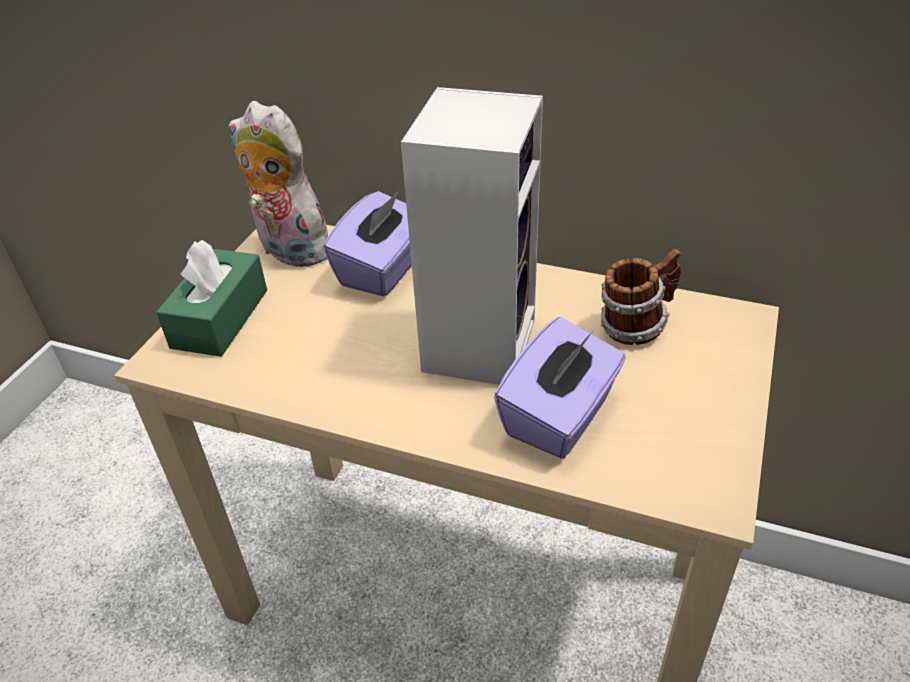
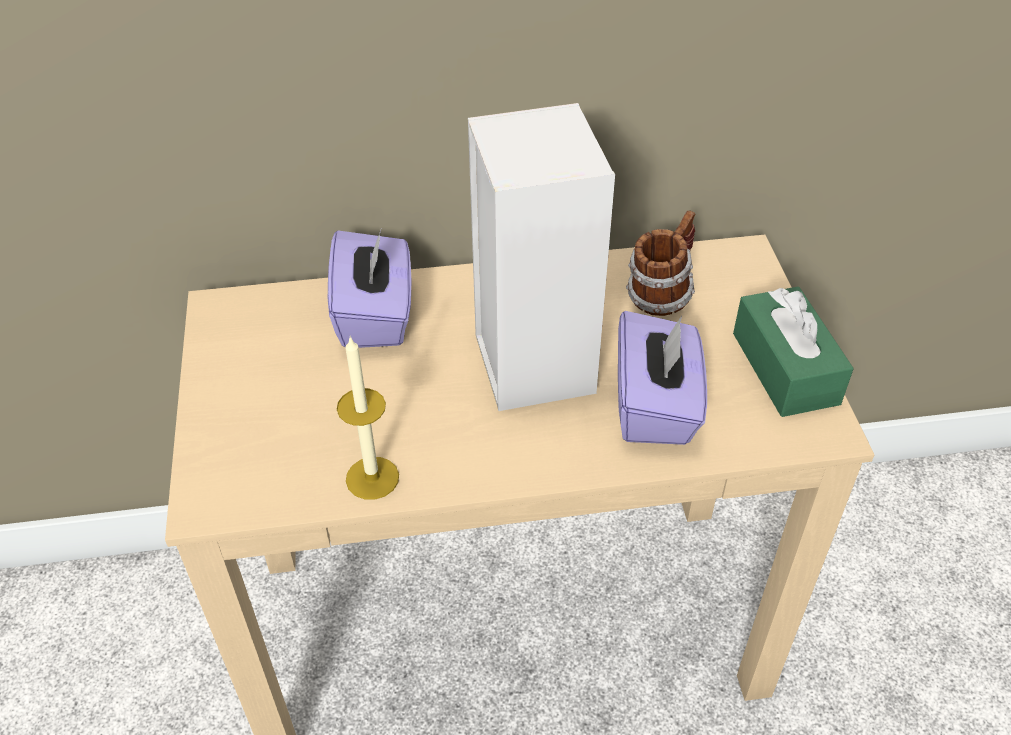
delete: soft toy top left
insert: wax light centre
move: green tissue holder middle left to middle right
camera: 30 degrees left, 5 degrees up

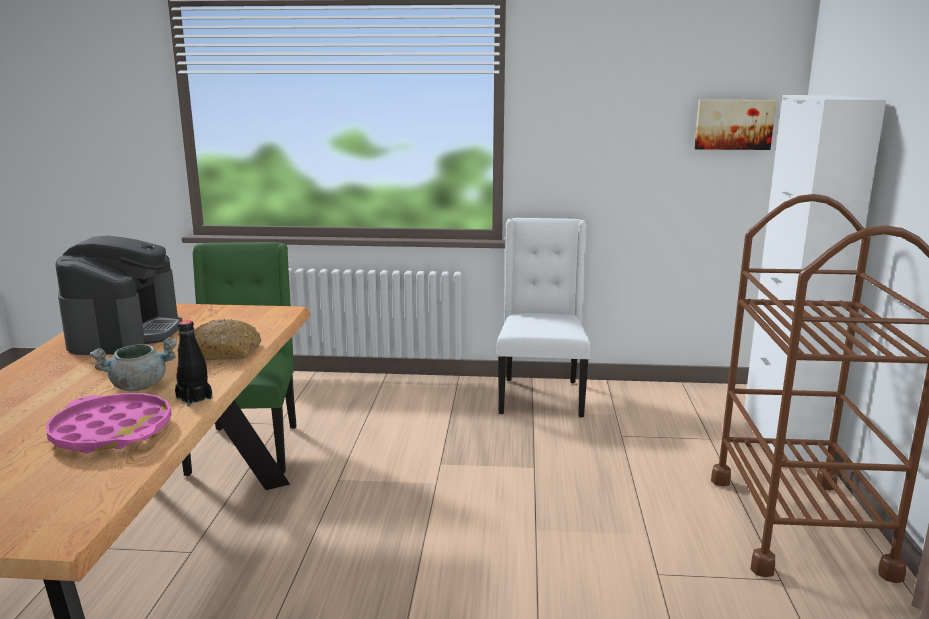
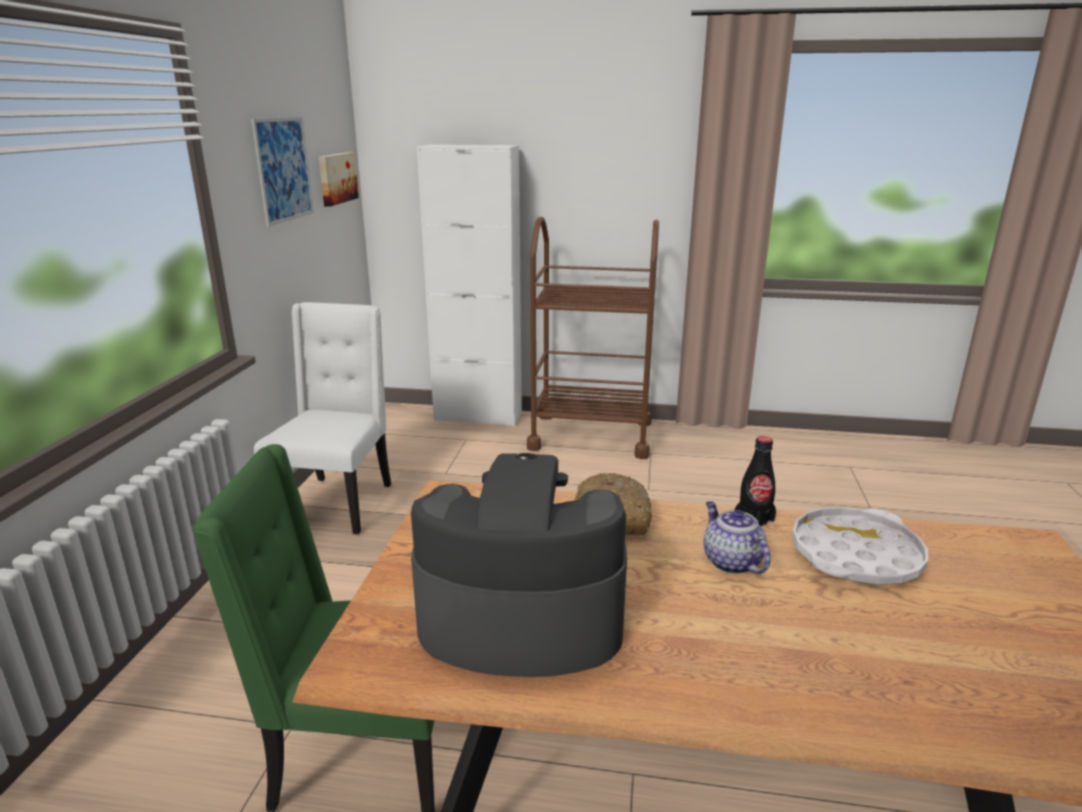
insert: wall picture (1st from left) top left
replace: grey saucepot middle left to pot for tea middle right
recolor: pink carrying tray bottom left to white-coloured carrying tray bottom right
rotate: white-coloured chair centre = middle left 90 degrees clockwise
camera: 85 degrees left, 5 degrees up

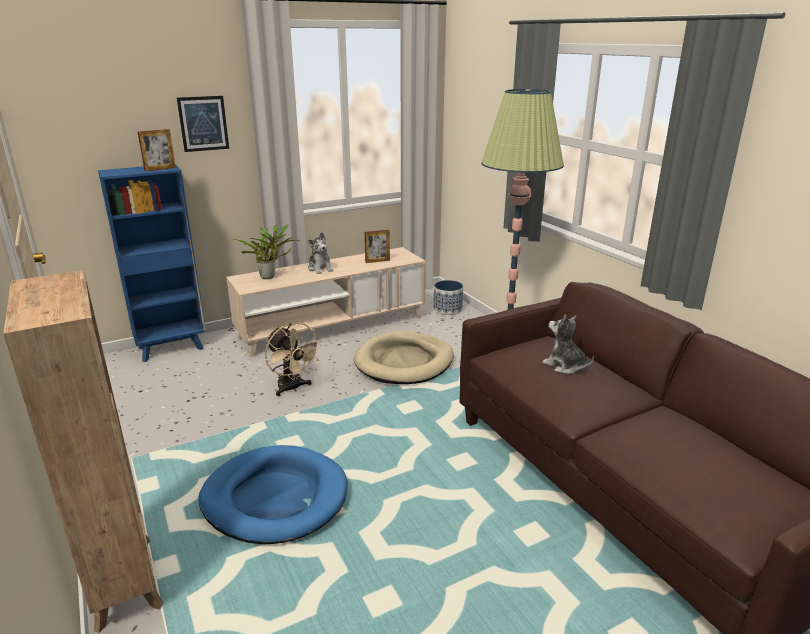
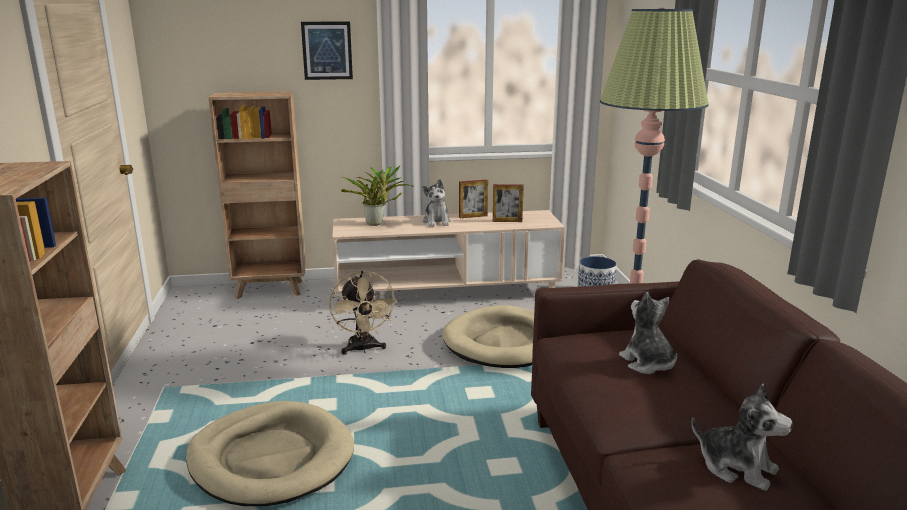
insert: soft toy (3rd from left) bottom right
move: standing frame (1st from left) top left to centre
recolor: bluish bookshelf middle left to brownish bookshelf (2nd from left) middle left; bluish dog bed bottom centre to beige dog bed (1st from left) bottom left
camera: 20 degrees right, 5 degrees down

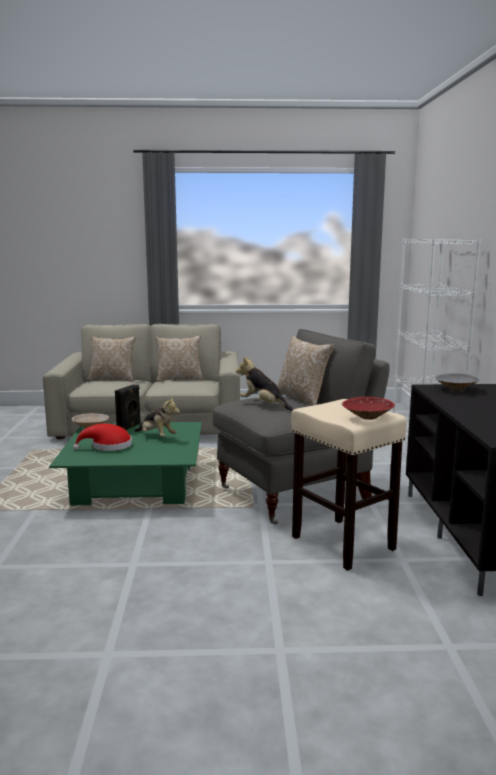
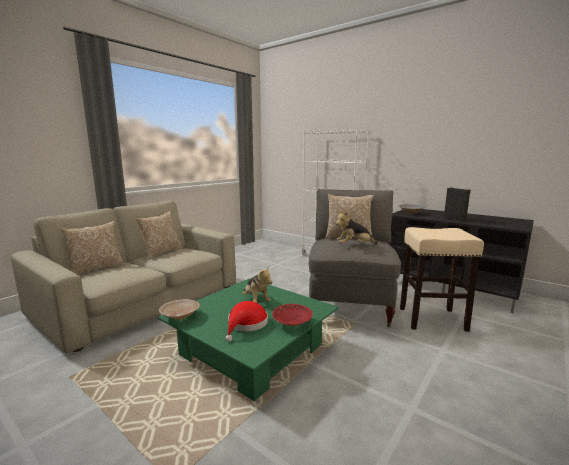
move: black speaker middle left to middle right; red-coloured deep dish middle right to bottom centre
rotate: soft toy (1st from left) middle left = centre 75 degrees clockwise
camera: 50 degrees left, 0 degrees up

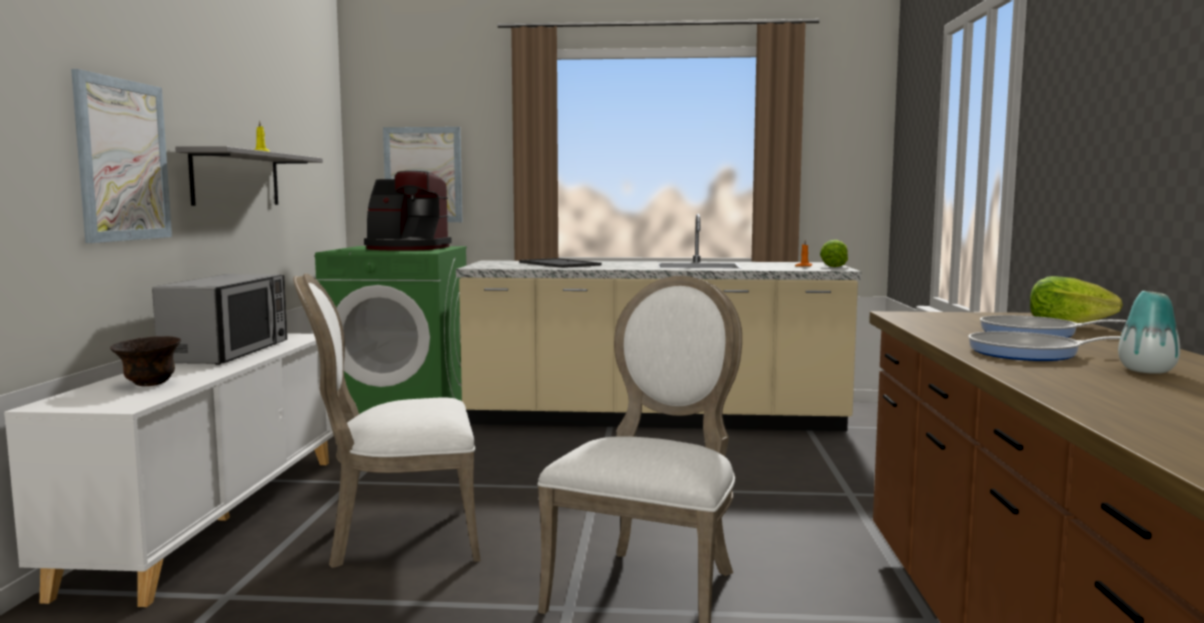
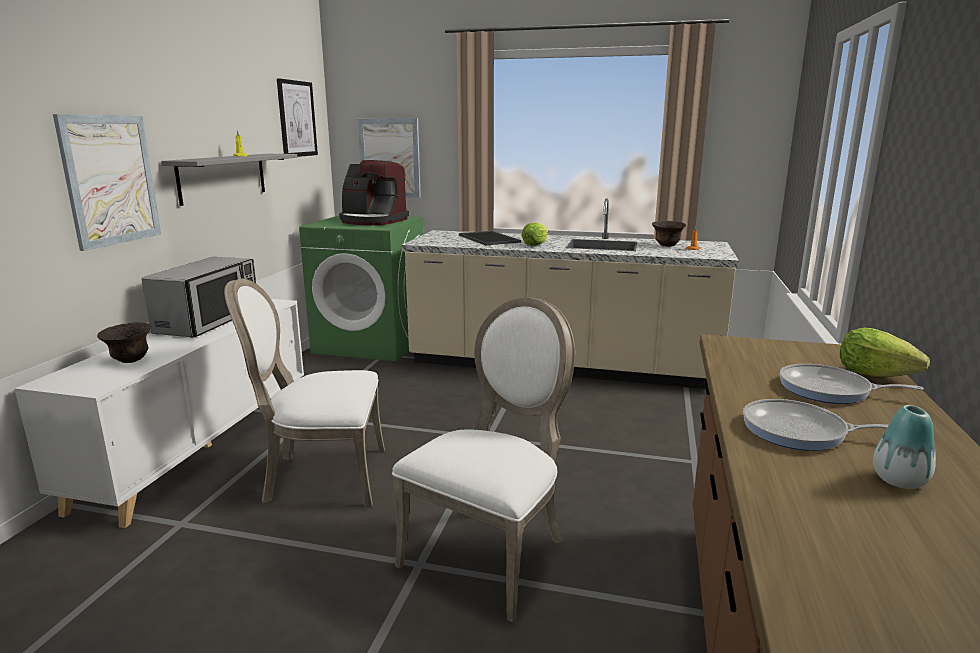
insert: wall picture (2nd from left) top left; brownish deep dish (2nd from left) middle right
move: lettuce (1st from left) middle right to centre
camera: 10 degrees right, 10 degrees up

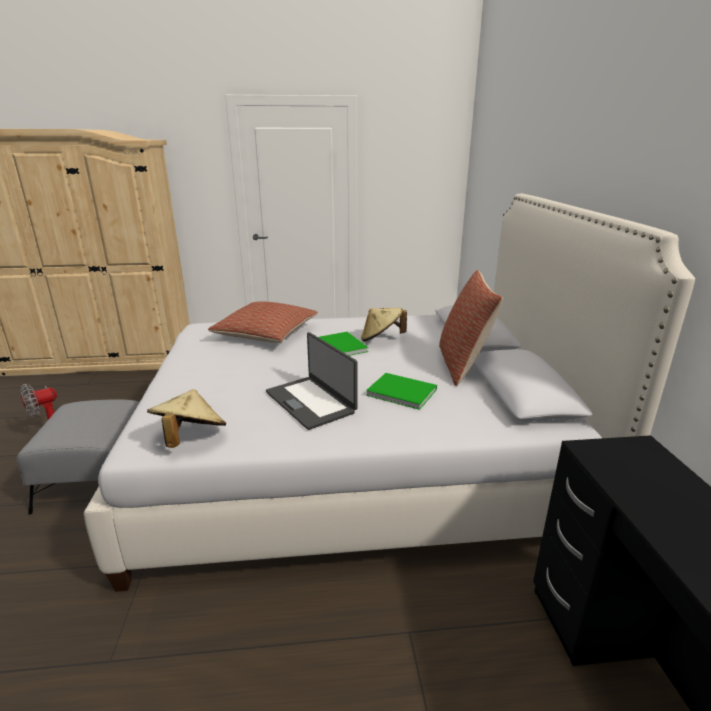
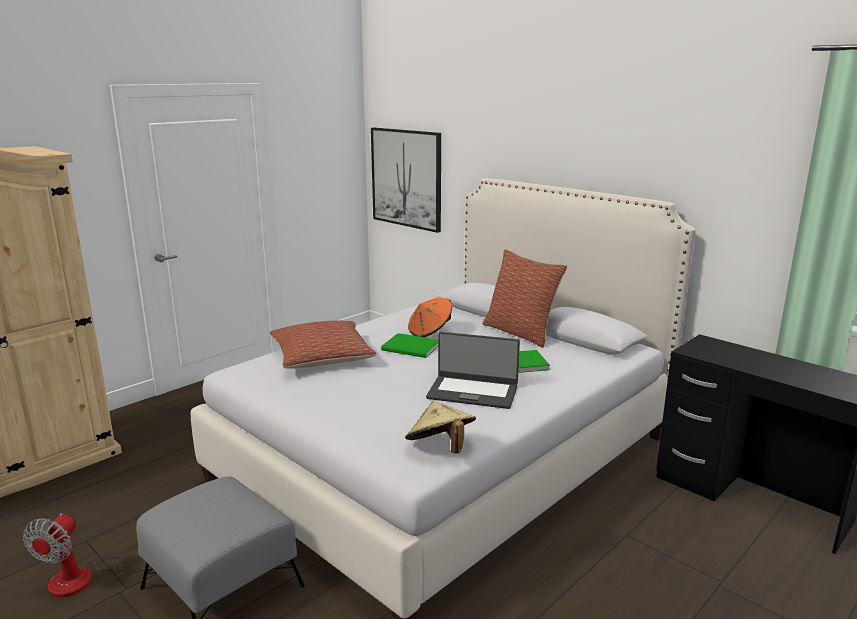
insert: wall picture top centre
recolor: beige wearable hat (2nd from left) centre to orange wearable hat centre
camera: 40 degrees left, 5 degrees down

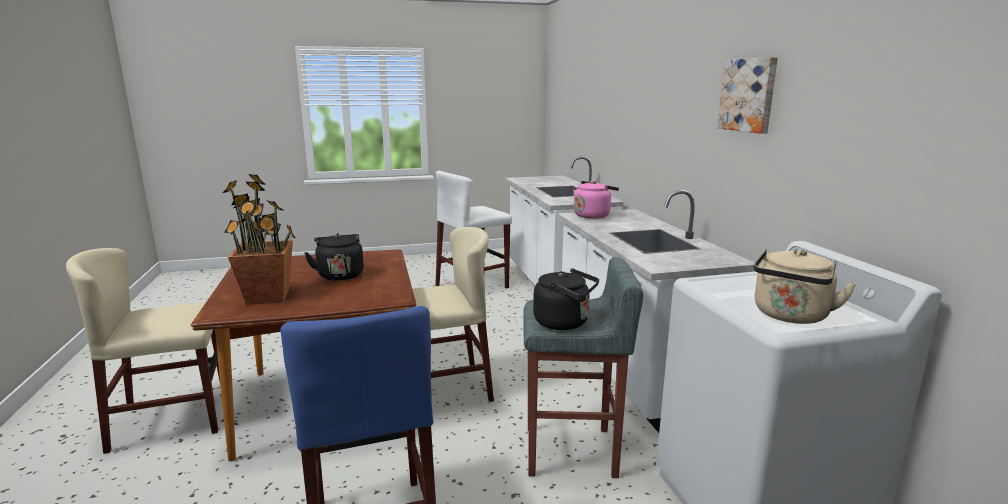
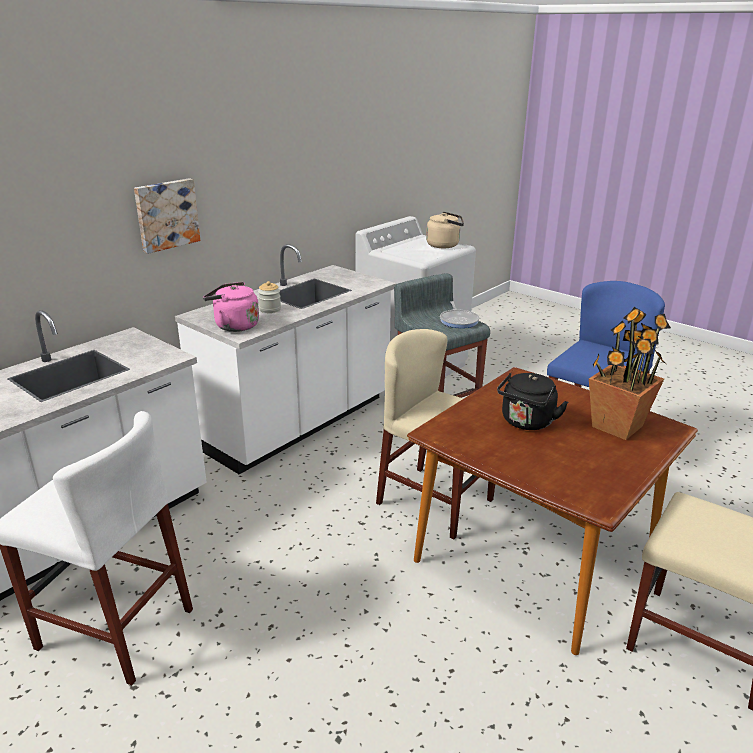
insert: storage jar centre
move: wall picture top right to top left
replace: black water kettle (2nd from left) centre to frying pan centre
camera: 125 degrees left, 10 degrees up

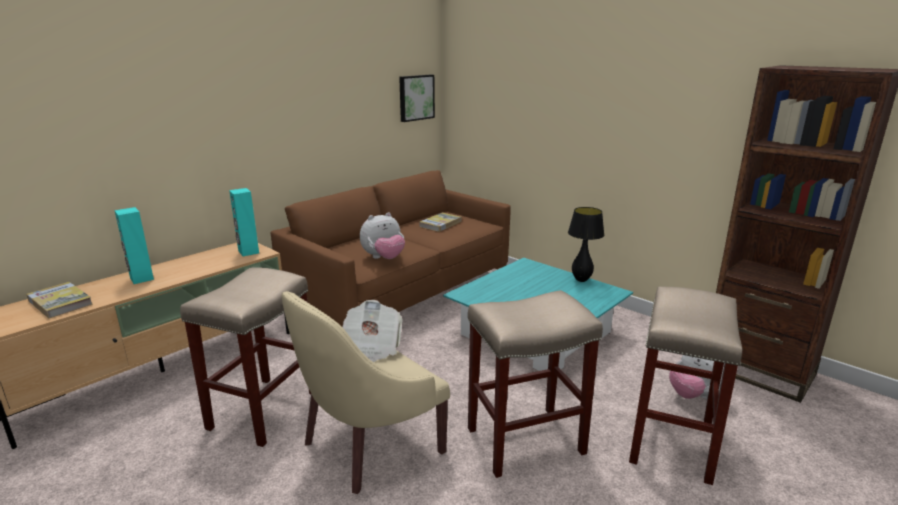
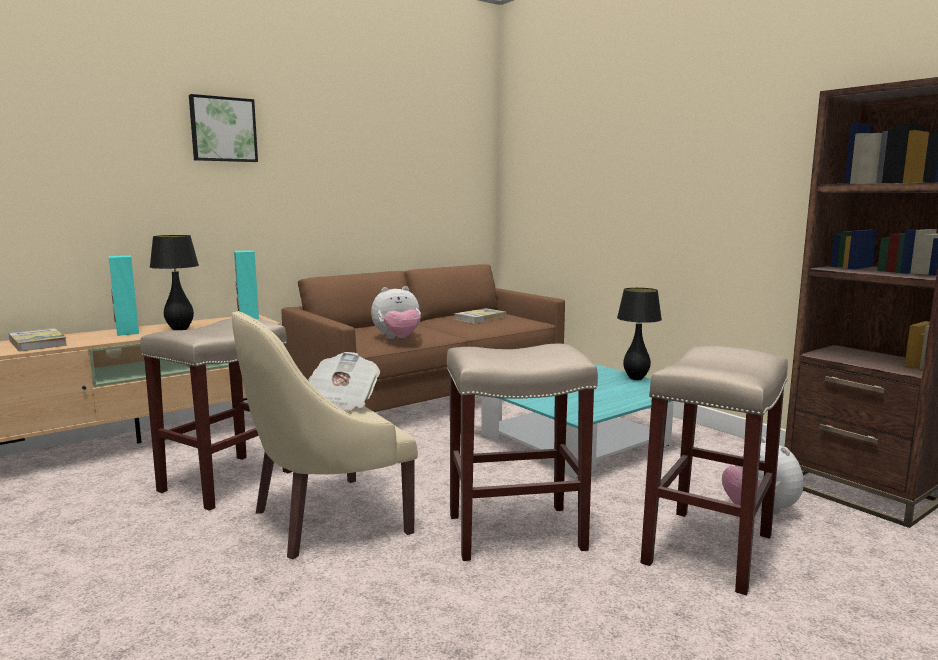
insert: black table lamp (1st from left) middle left
move: wall picture top centre to top left
camera: 10 degrees right, 10 degrees down

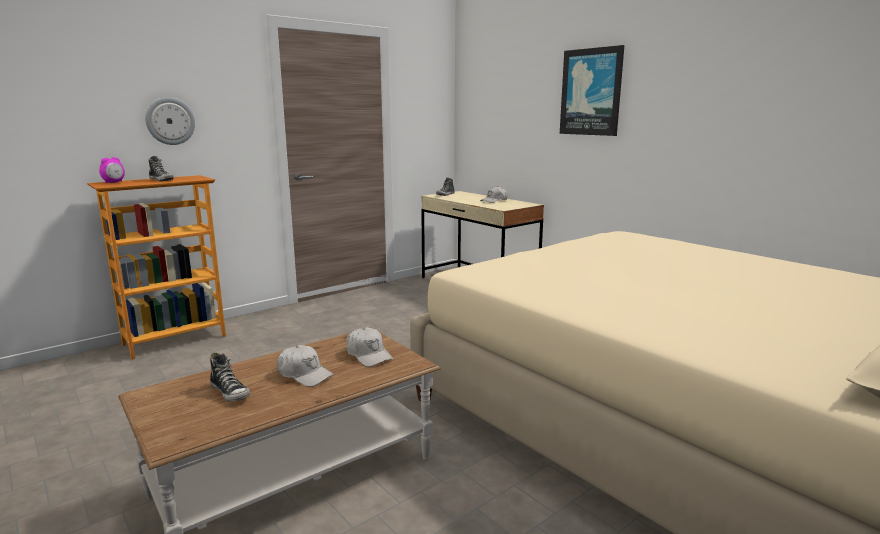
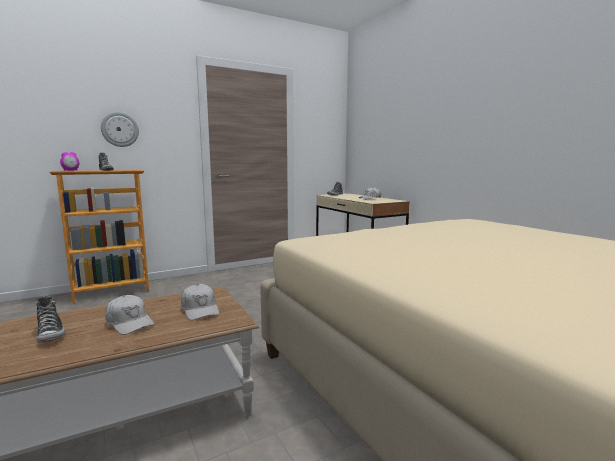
delete: wall picture top right
camera: 10 degrees right, 5 degrees down

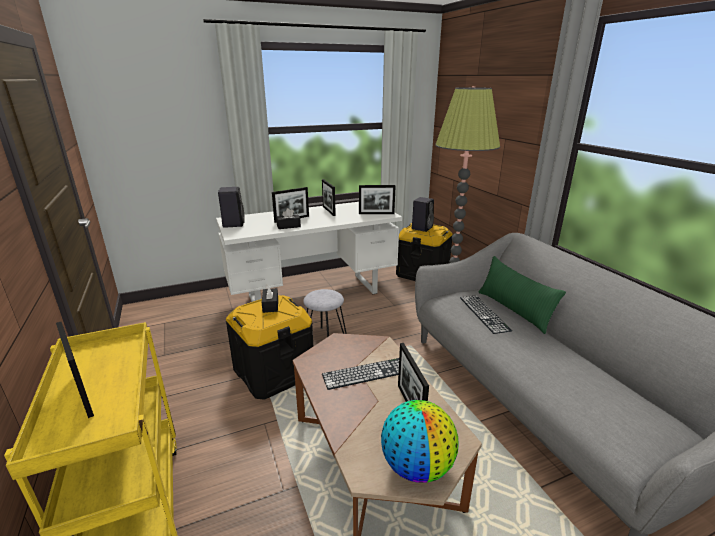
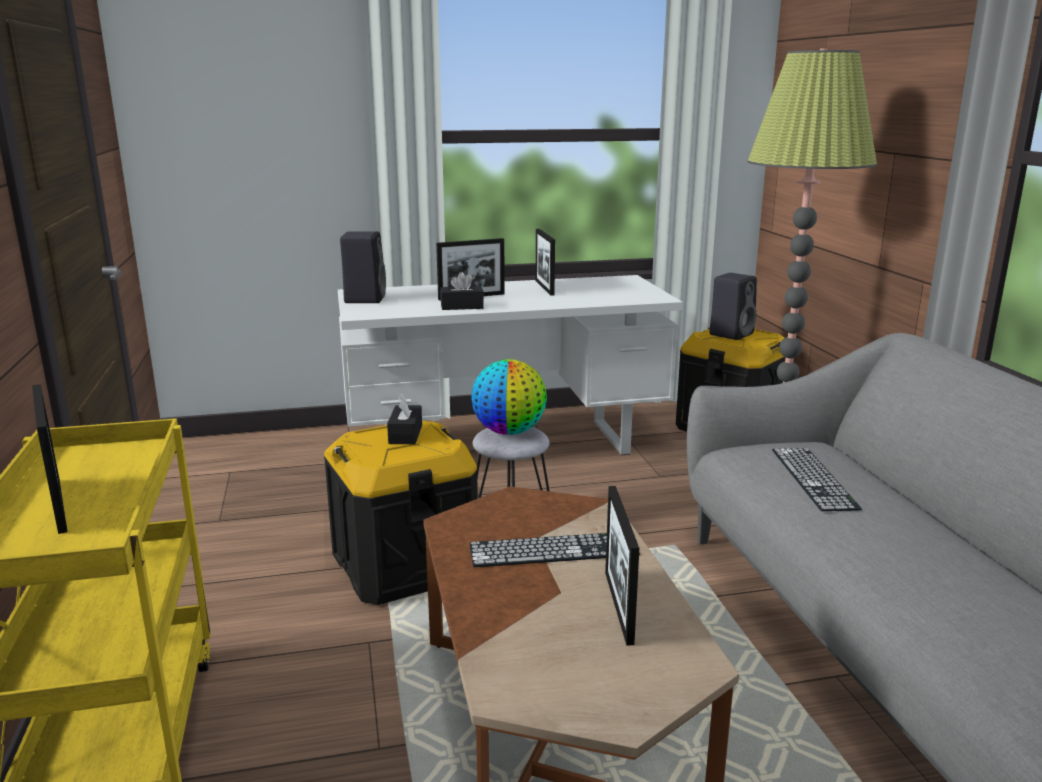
delete: standing frame (4th from left) centre; green cushion middle right
move: world globe bottom centre to centre
camera: 10 degrees right, 5 degrees down

